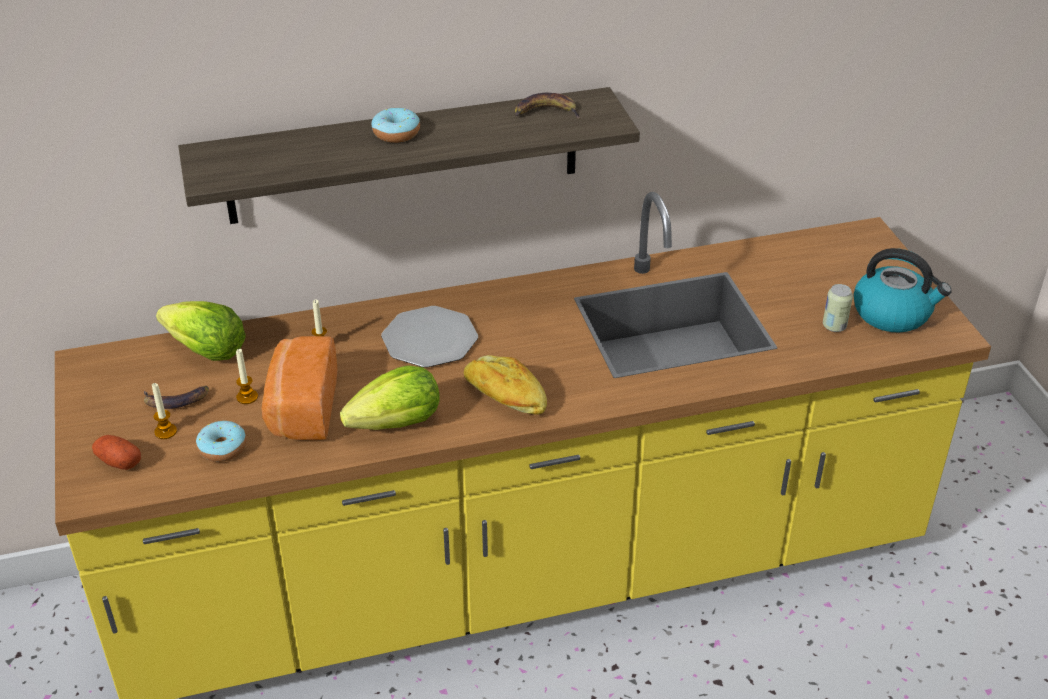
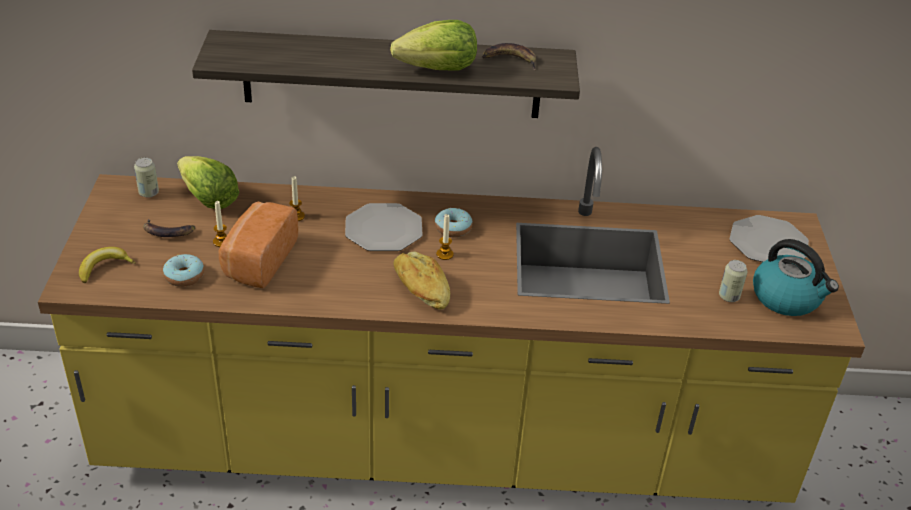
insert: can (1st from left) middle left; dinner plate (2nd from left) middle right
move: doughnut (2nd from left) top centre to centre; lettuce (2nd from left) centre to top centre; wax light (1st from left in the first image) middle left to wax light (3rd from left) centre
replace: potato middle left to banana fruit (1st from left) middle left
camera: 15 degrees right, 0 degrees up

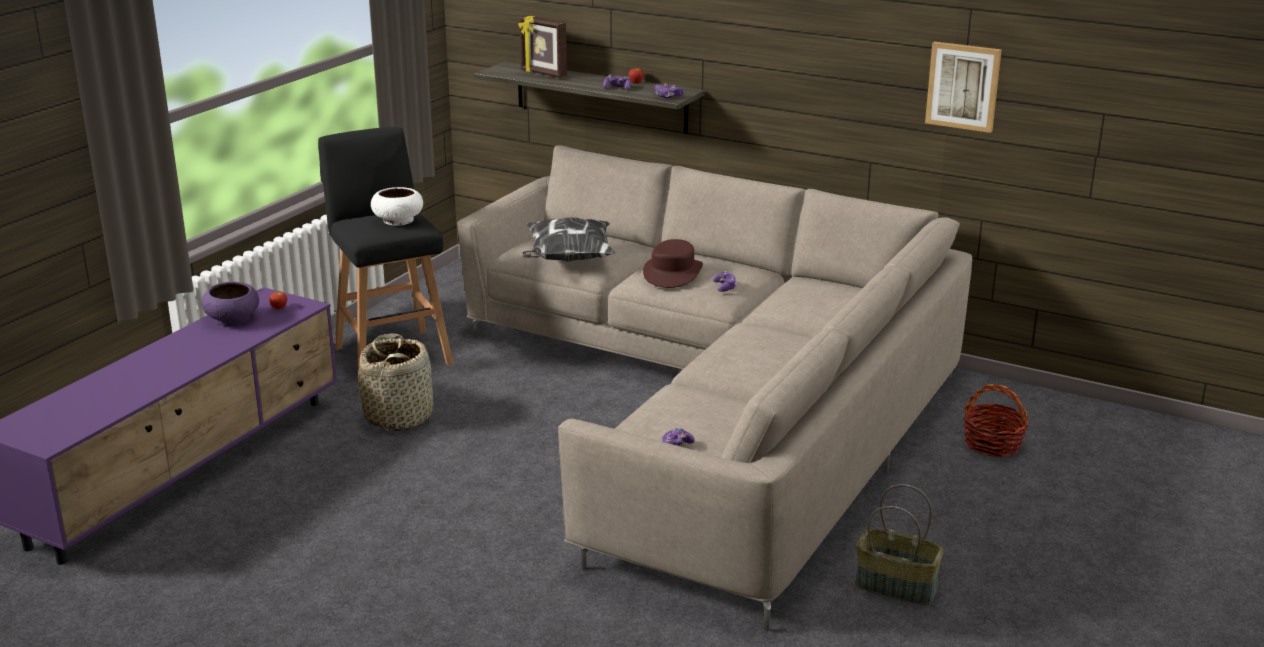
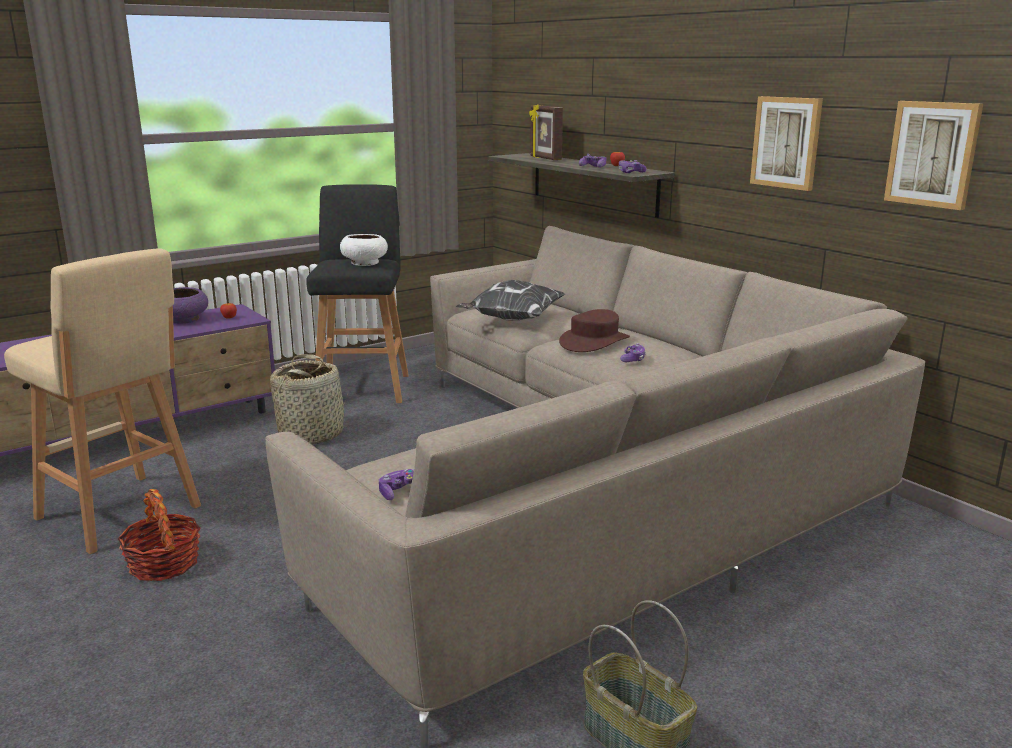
insert: wall picture (1st from left) top right; beige stool middle left
move: basket (3rd from left in the first image) middle right to basket (1st from left) bottom left
camera: 25 degrees right, 5 degrees down

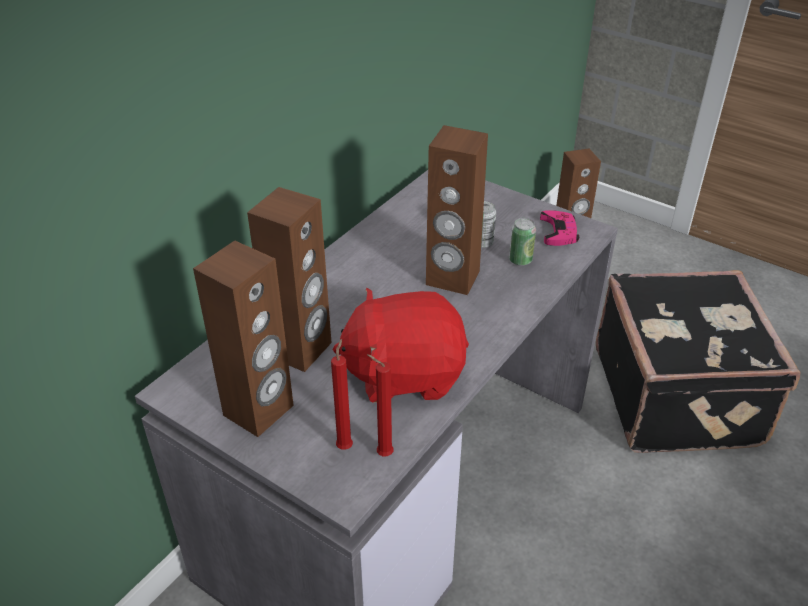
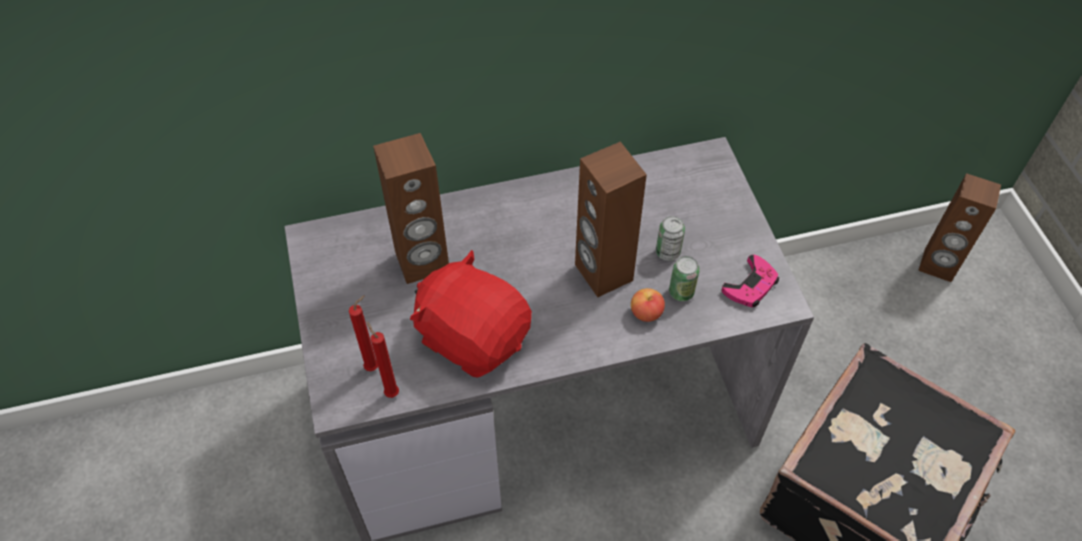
delete: brownish speaker (1st from left) middle left
insert: whole apple centre
camera: 40 degrees right, 15 degrees up

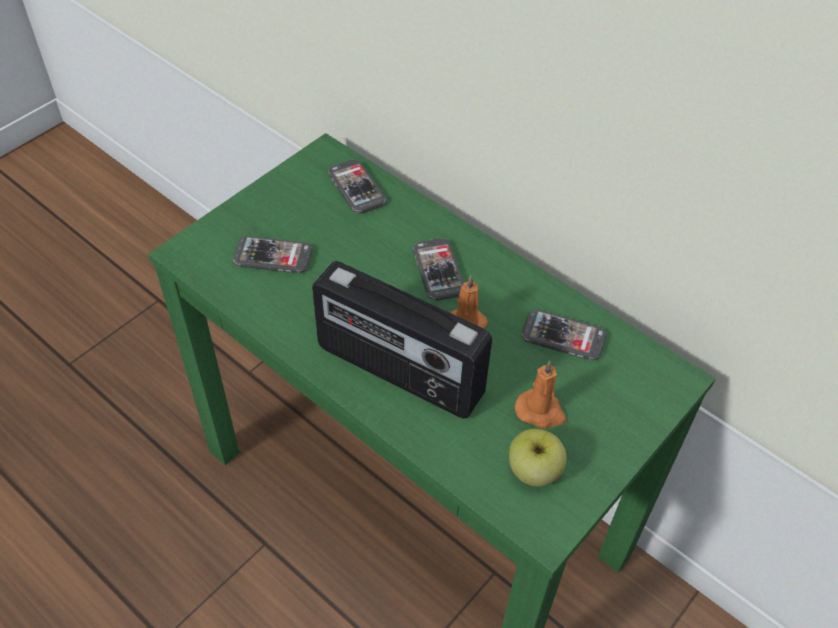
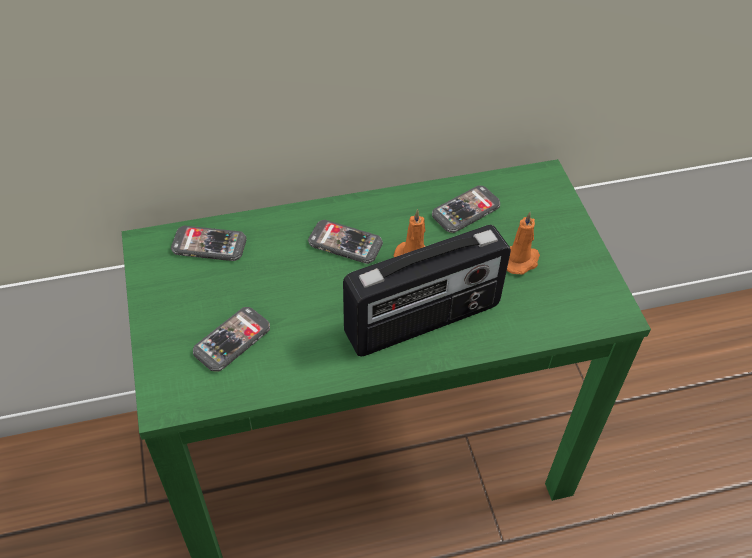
delete: whole apple bottom centre
camera: 55 degrees left, 0 degrees up

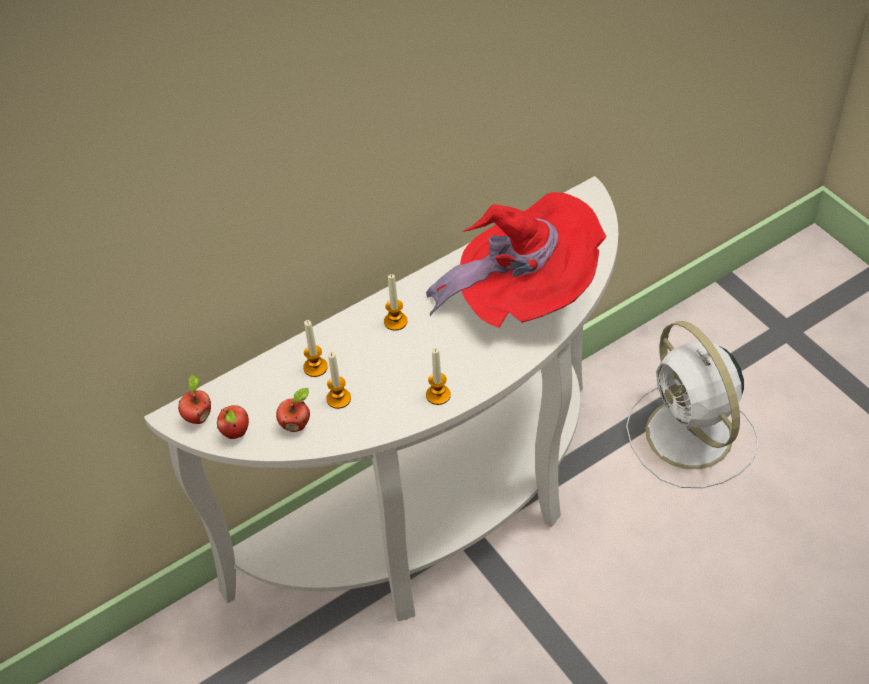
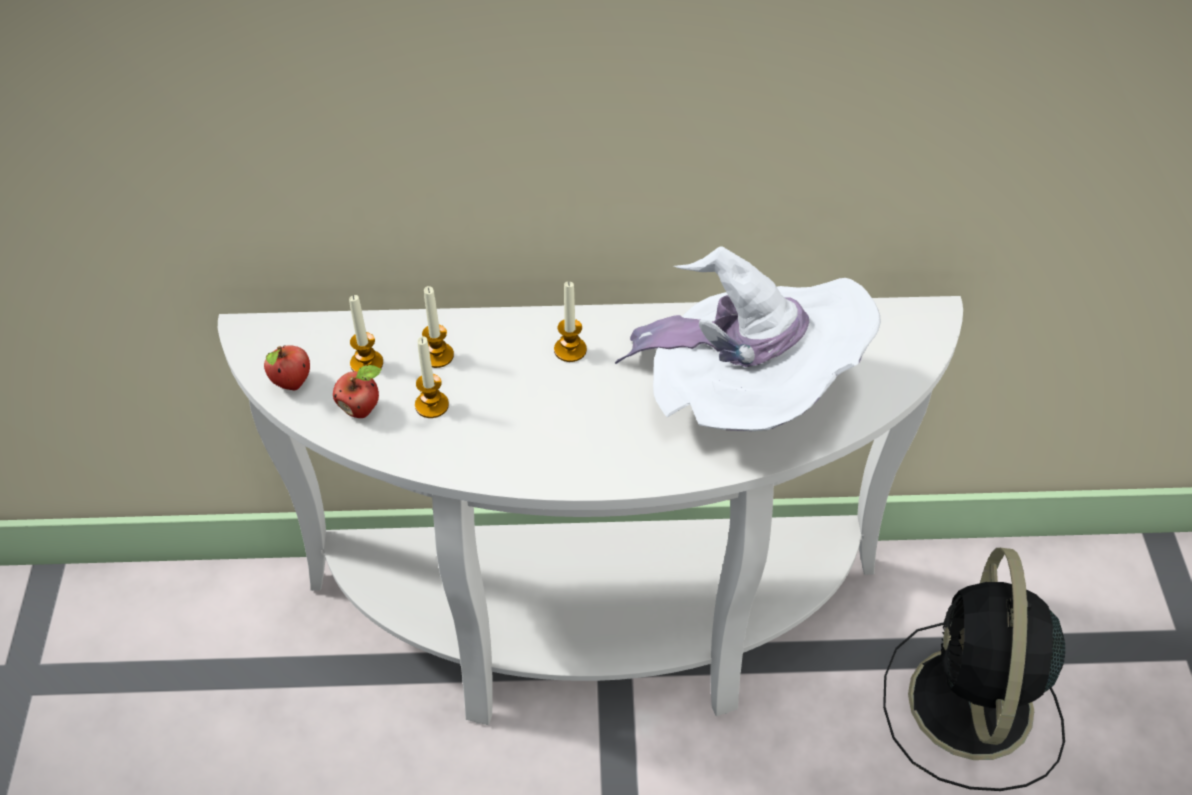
delete: whole apple (1st from left) middle left
move: wax light (4th from left in the first image) centre to wax light (1st from left) middle left
recolor: red-coloured wearable hat centre to white-coloured wearable hat centre; white-coloured cooling fan middle right to black cooling fan bottom right
camera: 30 degrees right, 0 degrees up

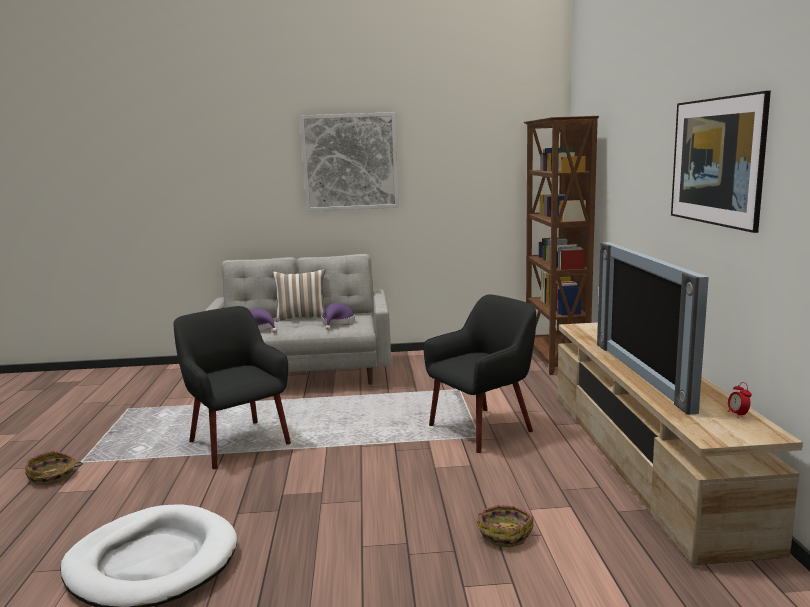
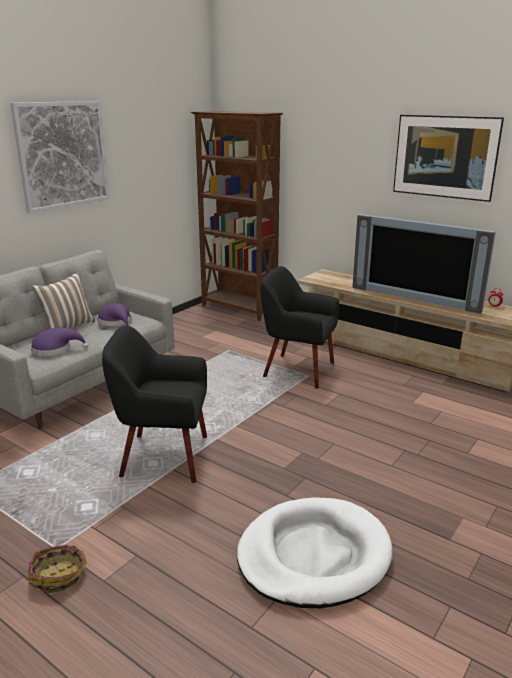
delete: basket (2nd from left) bottom centre
rotate: black easy chair (2nd from left) centre = centre 75 degrees counterclockwise
camera: 50 degrees left, 10 degrees up

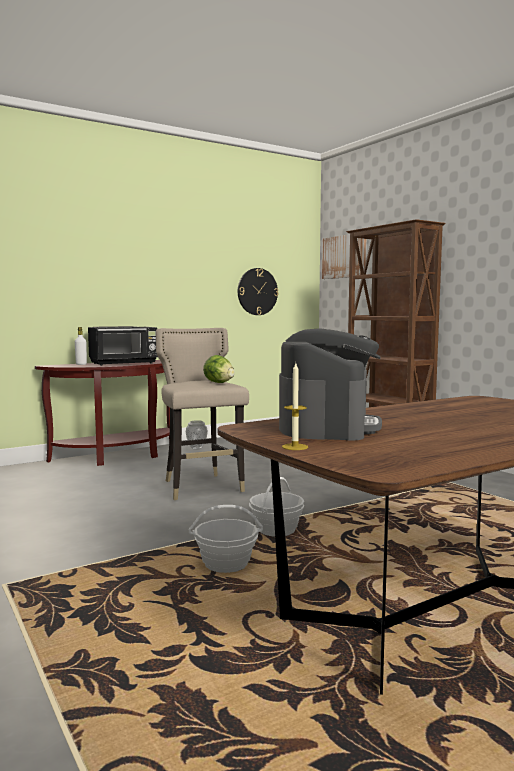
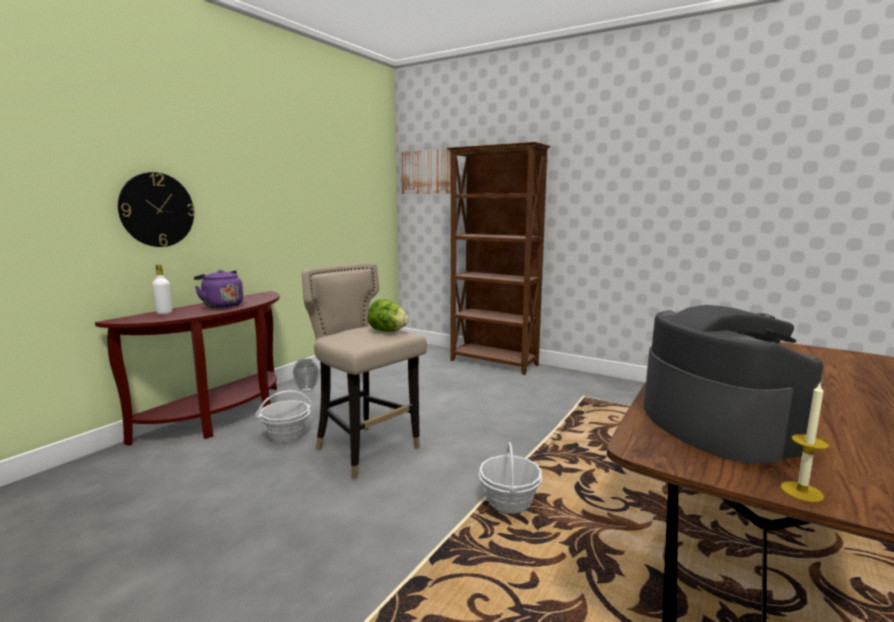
move: hanging clock centre to middle left; basket (1st from left) bottom centre to bottom left
replace: black microwave oven middle left to purplish water kettle middle left
camera: 25 degrees left, 5 degrees up

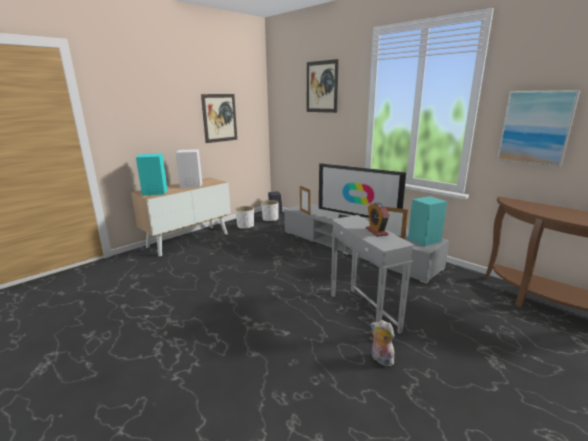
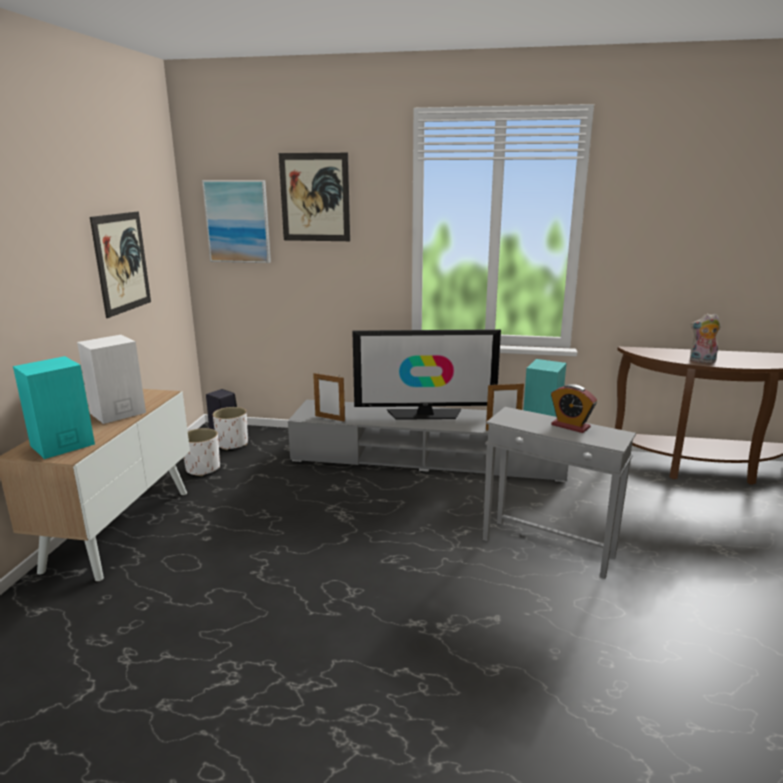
move: wall picture (3rd from left in the first image) top right to wall picture (2nd from left) top left; soft toy bottom centre to middle right
camera: 35 degrees left, 0 degrees up

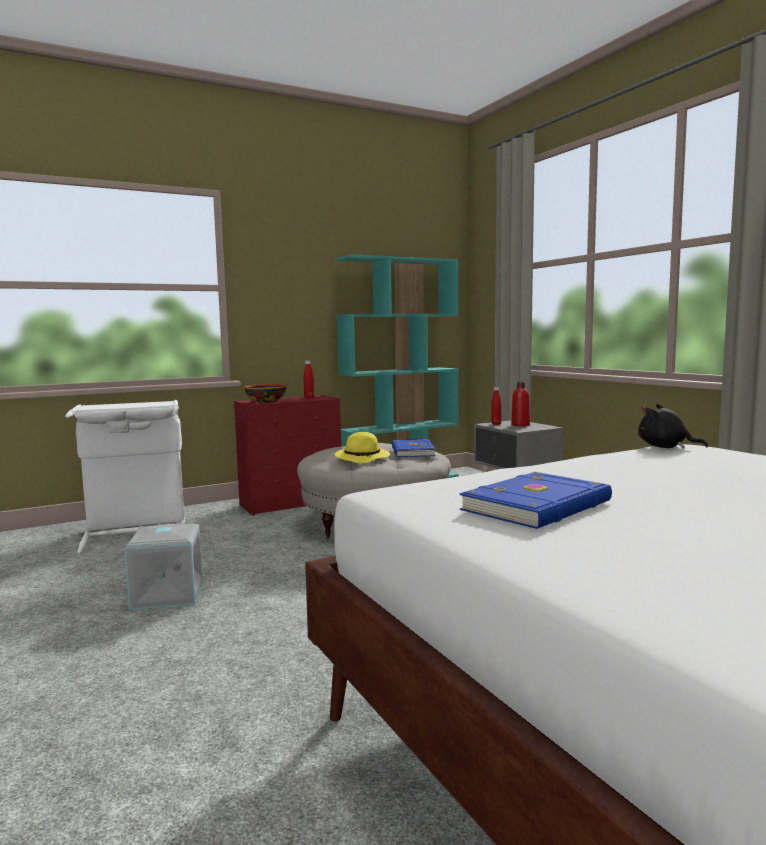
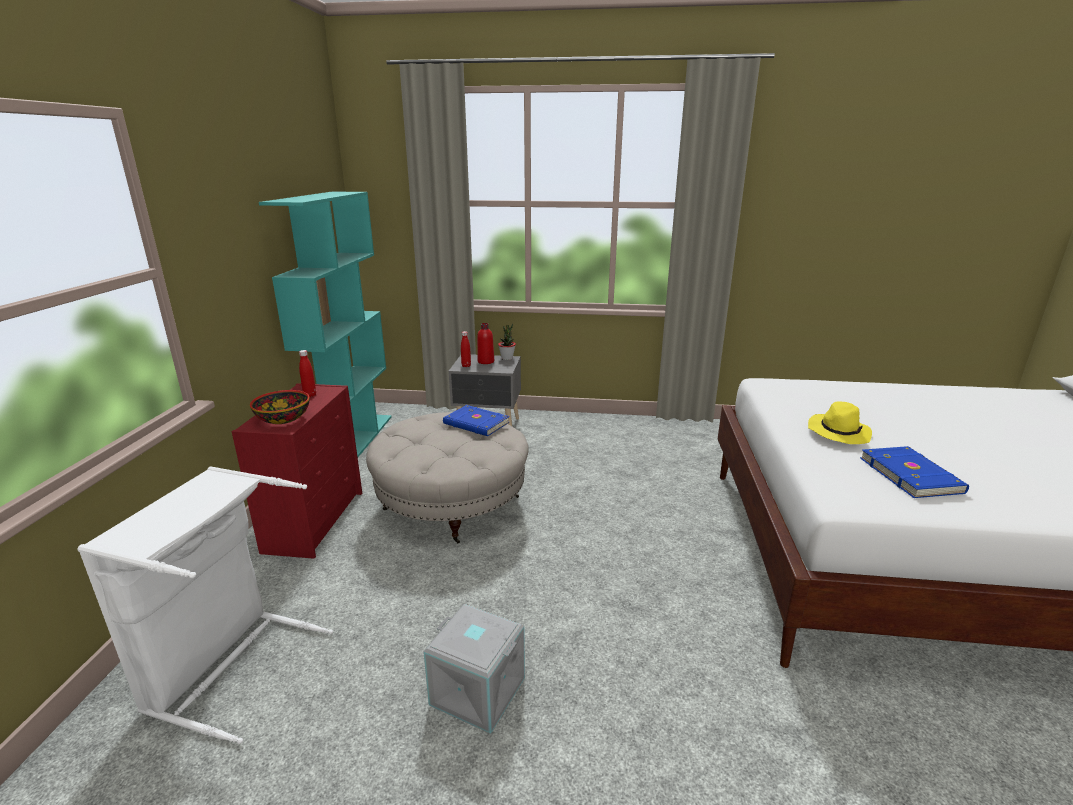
delete: black soft toy middle right
insert: houseplant centre
move: yellow wearable hat centre to middle right
camera: 55 degrees left, 15 degrees up

